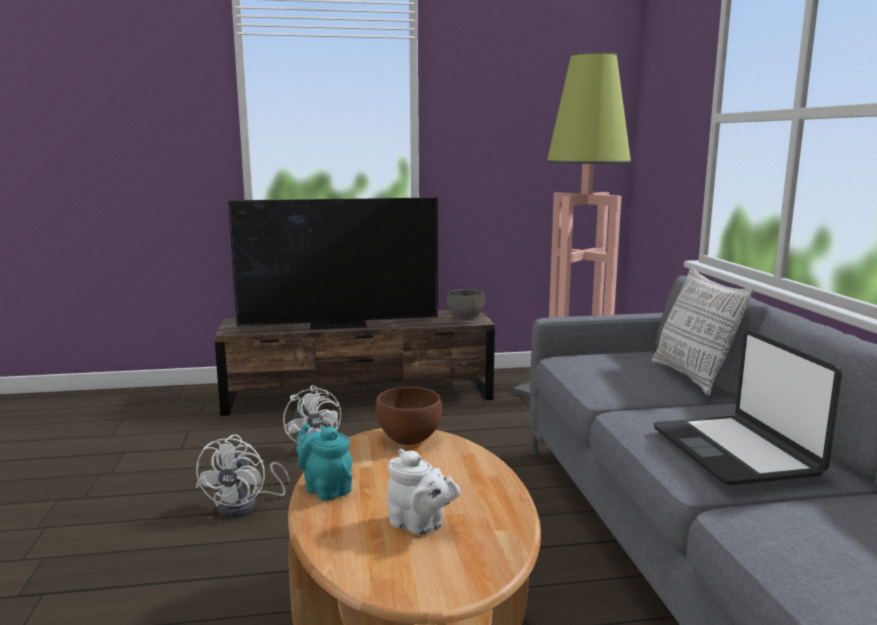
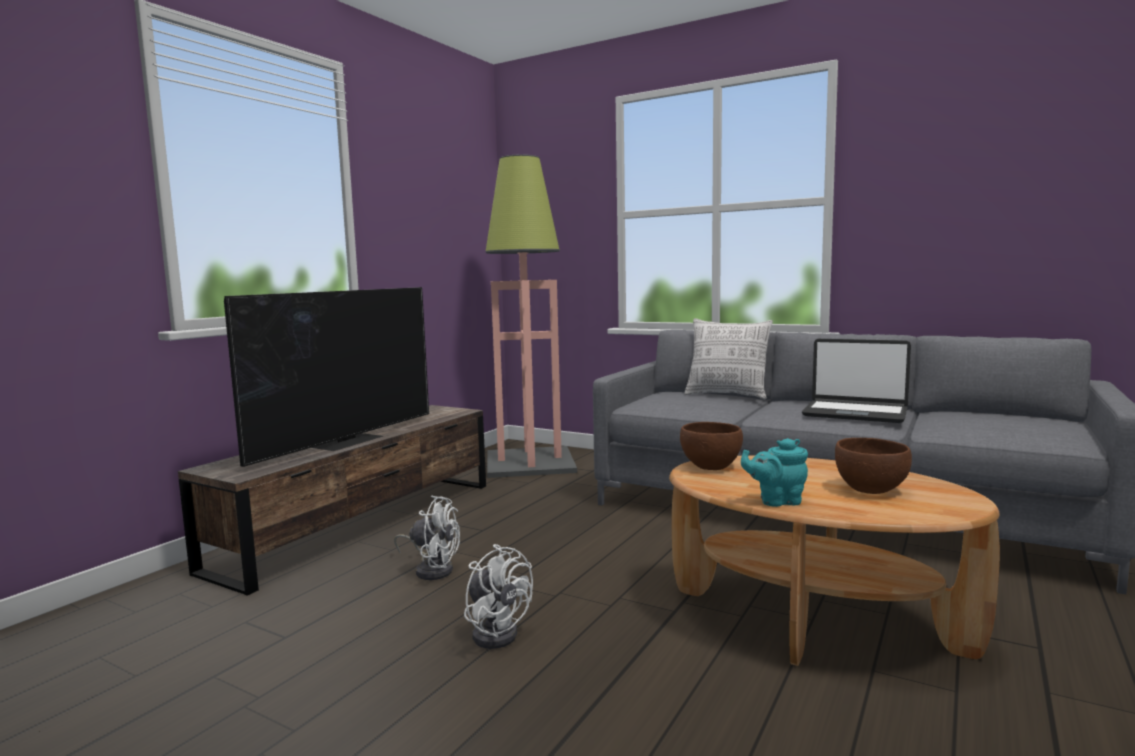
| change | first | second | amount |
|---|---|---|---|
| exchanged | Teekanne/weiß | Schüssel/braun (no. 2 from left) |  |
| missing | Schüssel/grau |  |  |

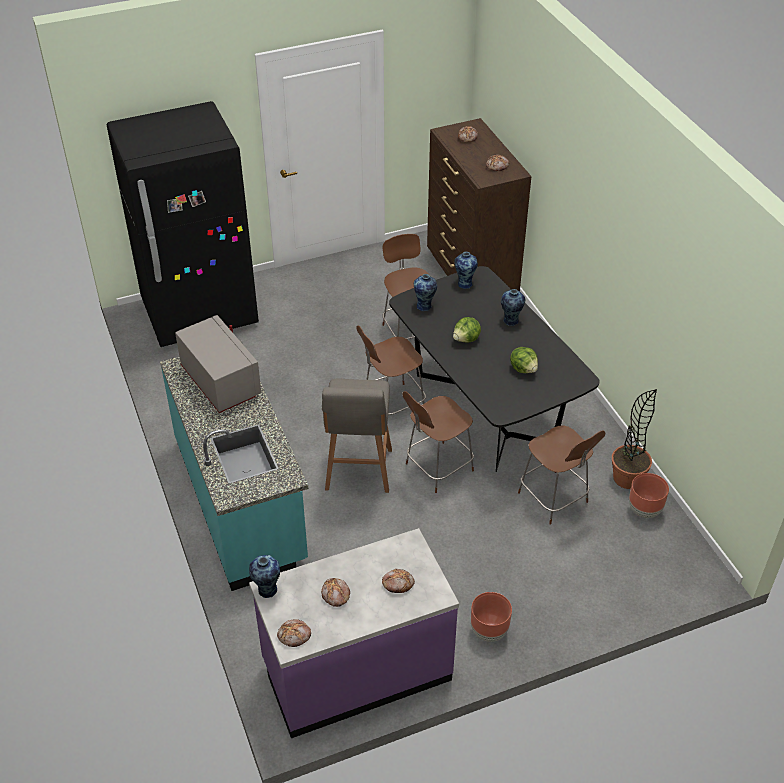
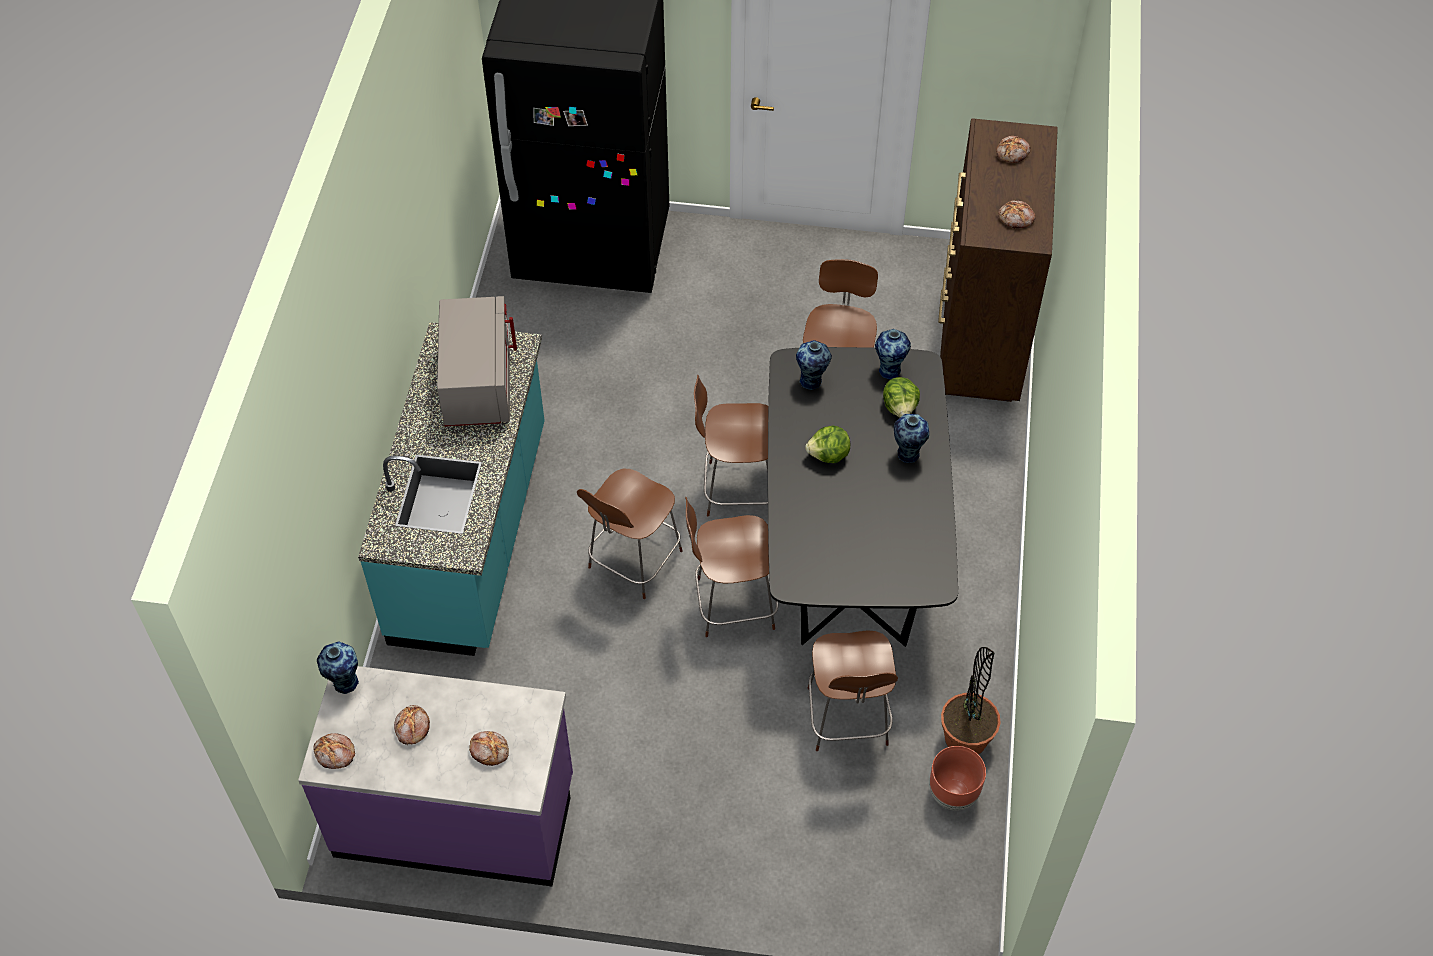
| change | first | second | amount |
|---|---|---|---|
| exchanged | Hocker/grau | Stuhl/braun (no. 1 from left) |  |
| relocated | Salatkopf (no. 2 from left) |  |  |
| missing | Pflanzkübel/braun (no. 1 from left) |  |  |

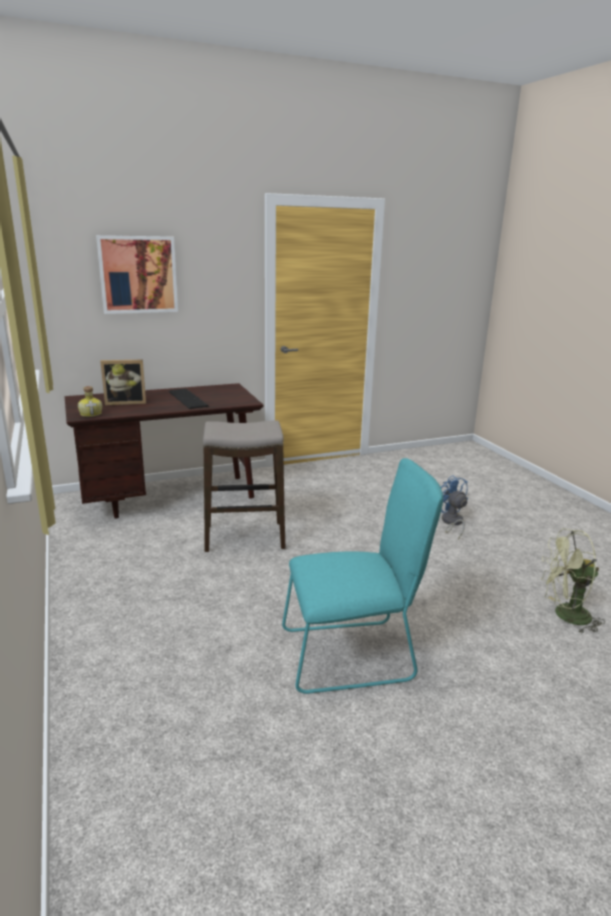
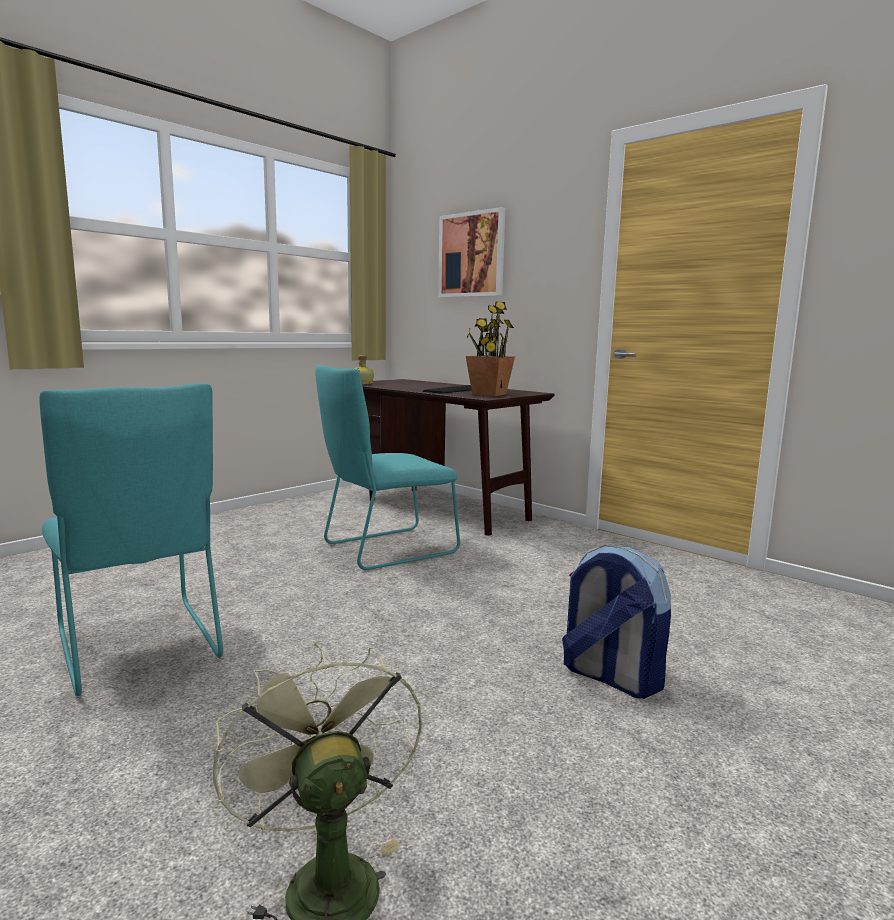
| change | first | second | amount |
|---|---|---|---|
| exchanged | Hocker | Stuhl/türkis (no. 2 from left) |  |
| appeared |  | Topfpflanze |  |
| exchanged | Ventilator/blau | Rucksack |  |
| missing | Bilderrahmen |  |  |

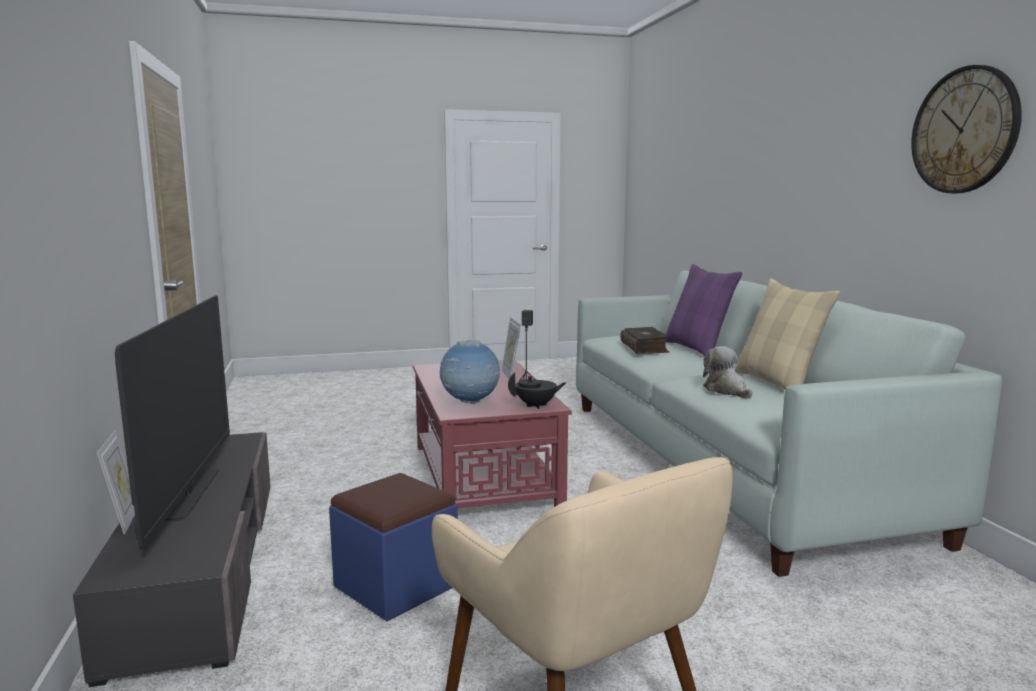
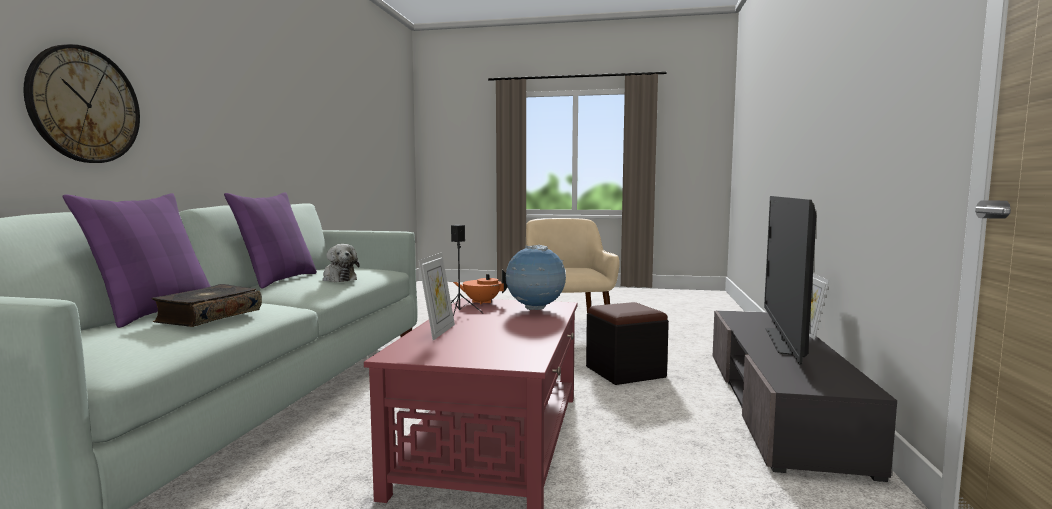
| change | first | second | amount |
|---|---|---|---|
| relocated | Wanduhr |  |  |
| colour | Kissen/beige | Kissen/lila (no. 2 from left) |  |
| spun | Plüschtier |  | 45 degrees counterclockwise |
| colour | Teekanne/schwarz | Teekanne/orange |  |
| colour | Polsterhocker/blau | Polsterhocker/schwarz |  |

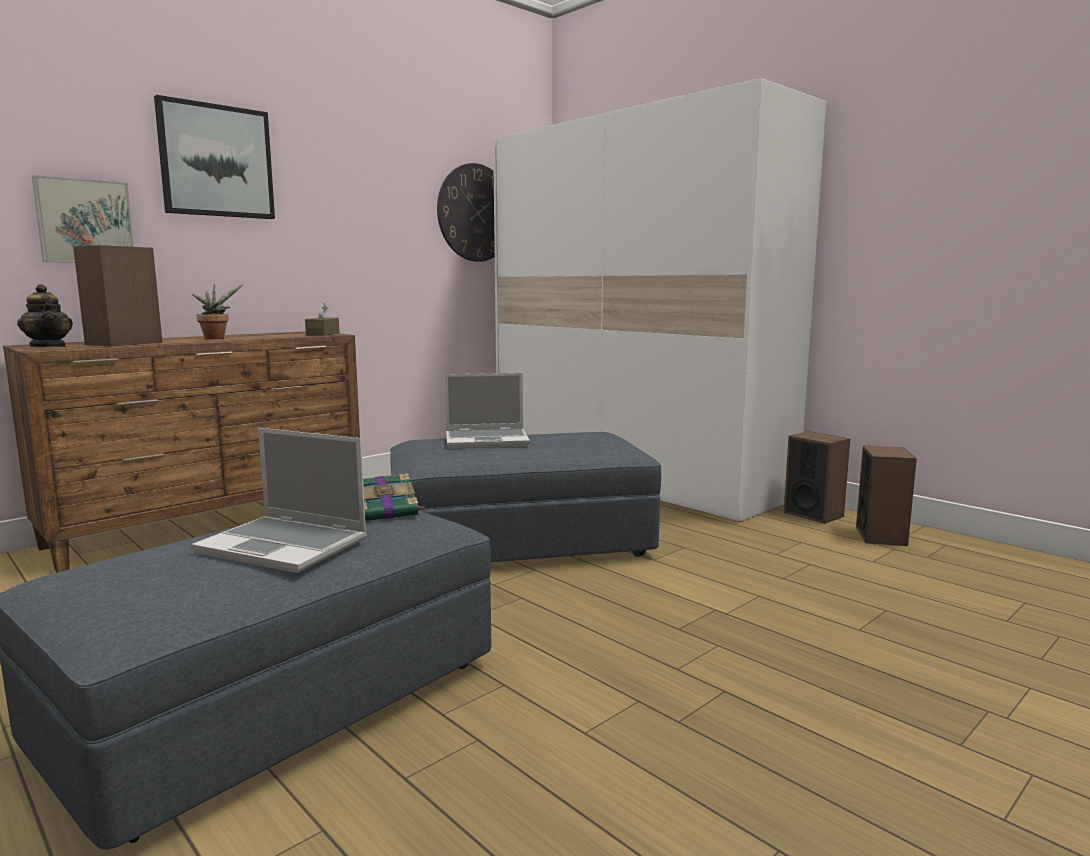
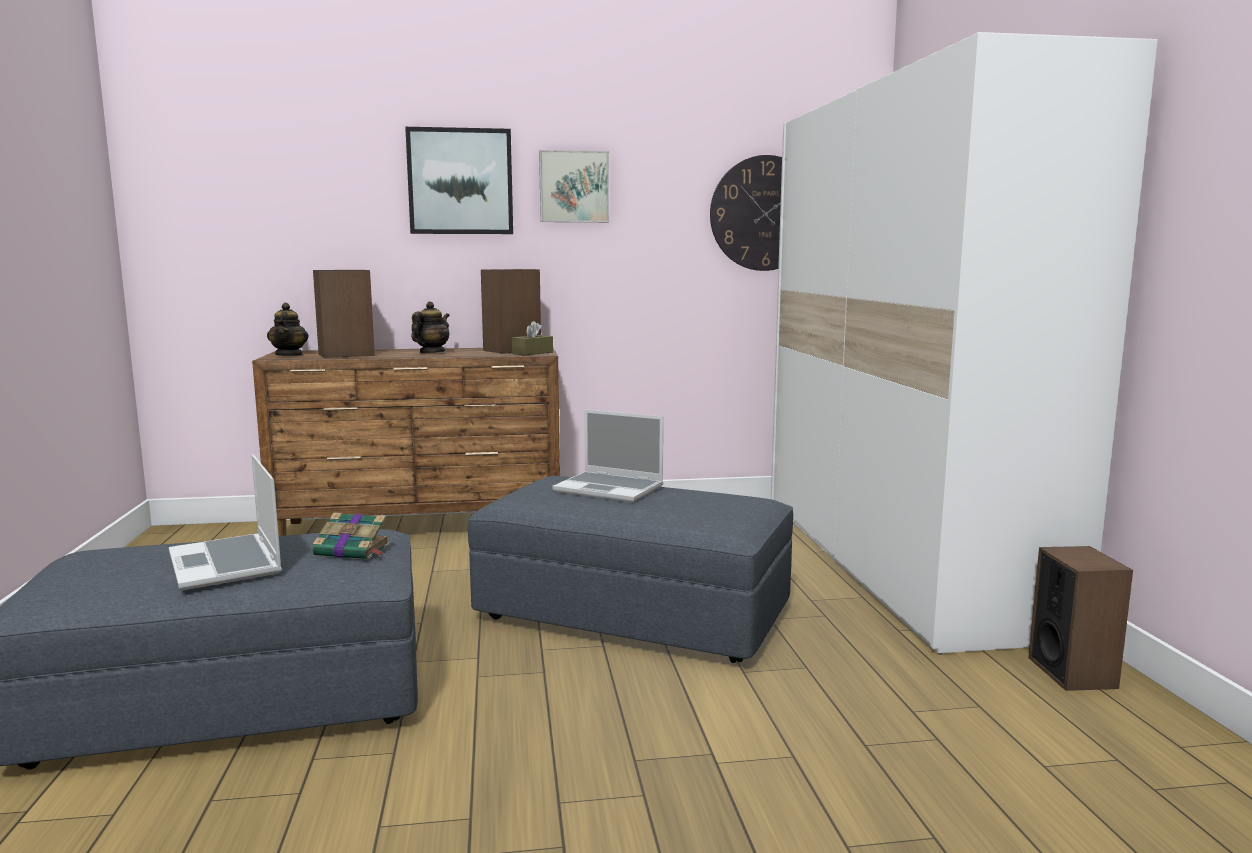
| change | first | second | amount |
|---|---|---|---|
| exchanged | Topfpflanze | Teekanne (no. 2 from left) |  |
| relocated | Lautsprecher (no. 3 from left in the first image) | Lautsprecher (no. 2 from left) |  |
| relocated | Bild (no. 1 from left in the first image) | Bild (no. 2 from left) |  |

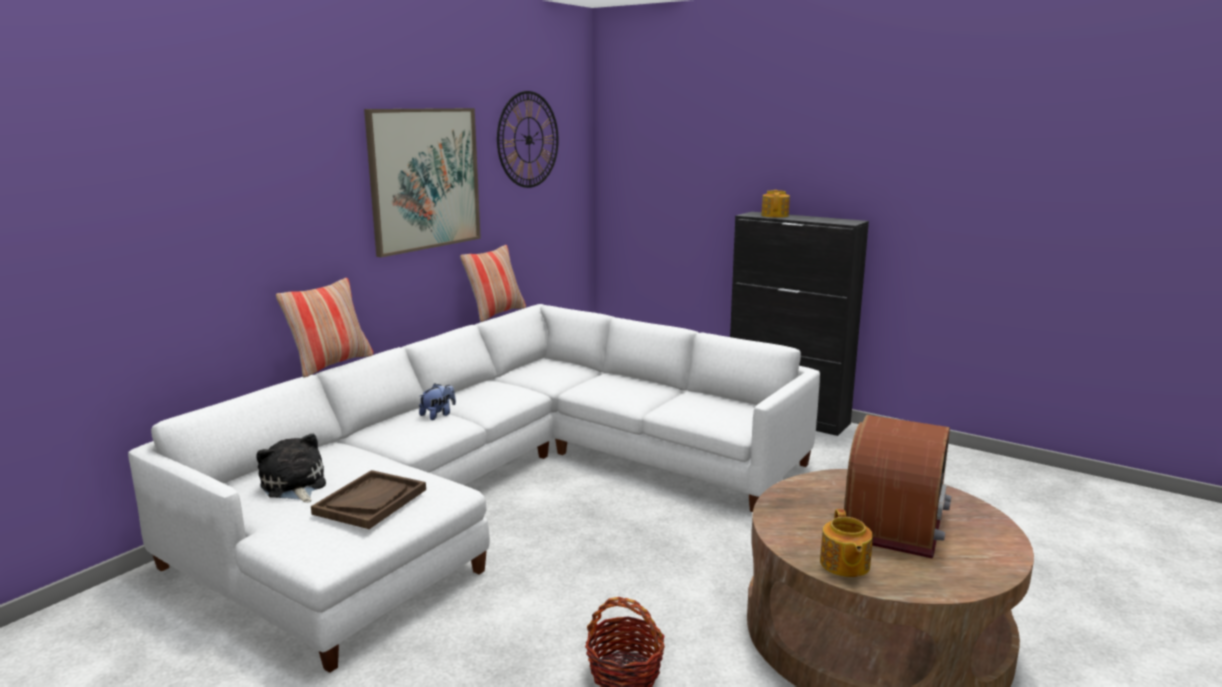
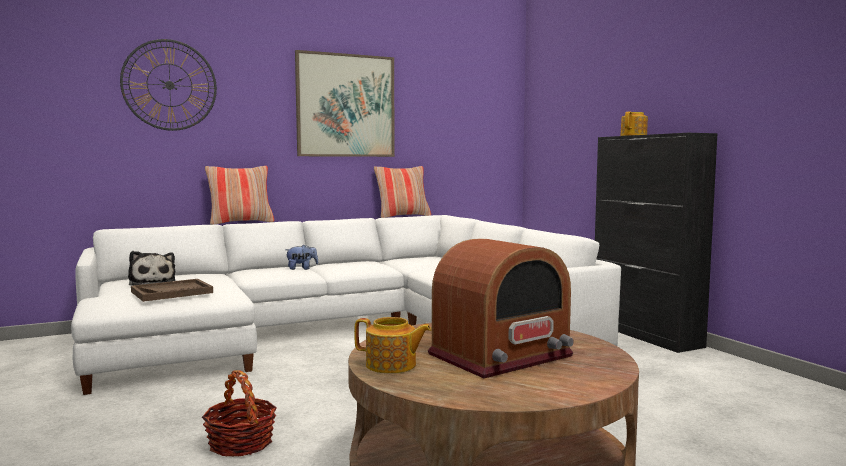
| change | first | second | amount |
|---|---|---|---|
| relocated | Wanduhr |  |  |
| spun | Plüschtier (no. 1 from left) |  | 150 degrees clockwise |
| spun | Teekanne (no. 2 from left in the first image) | Teekanne (no. 1 from left) | 105 degrees counterclockwise |

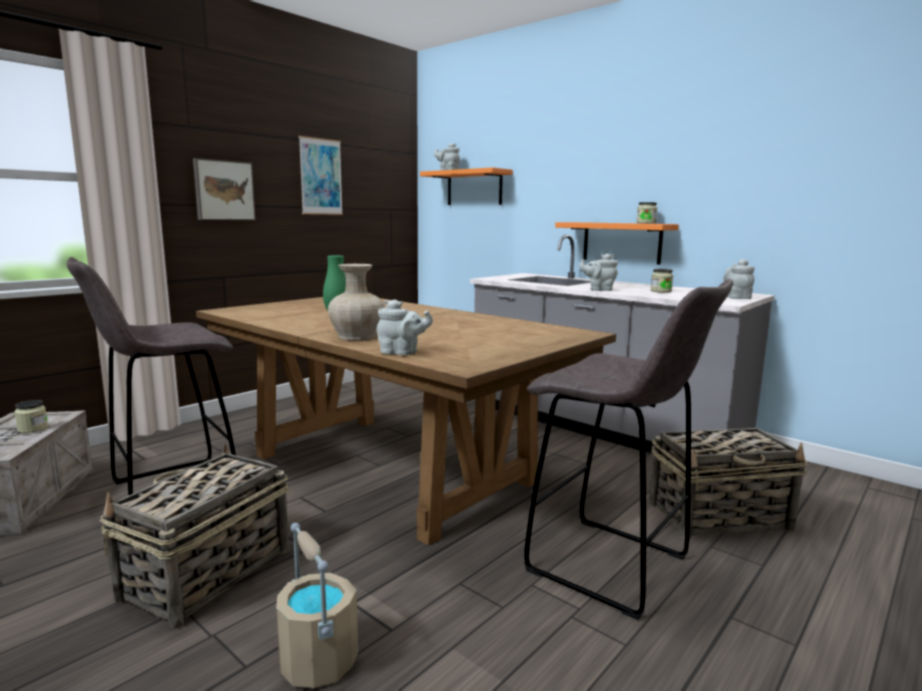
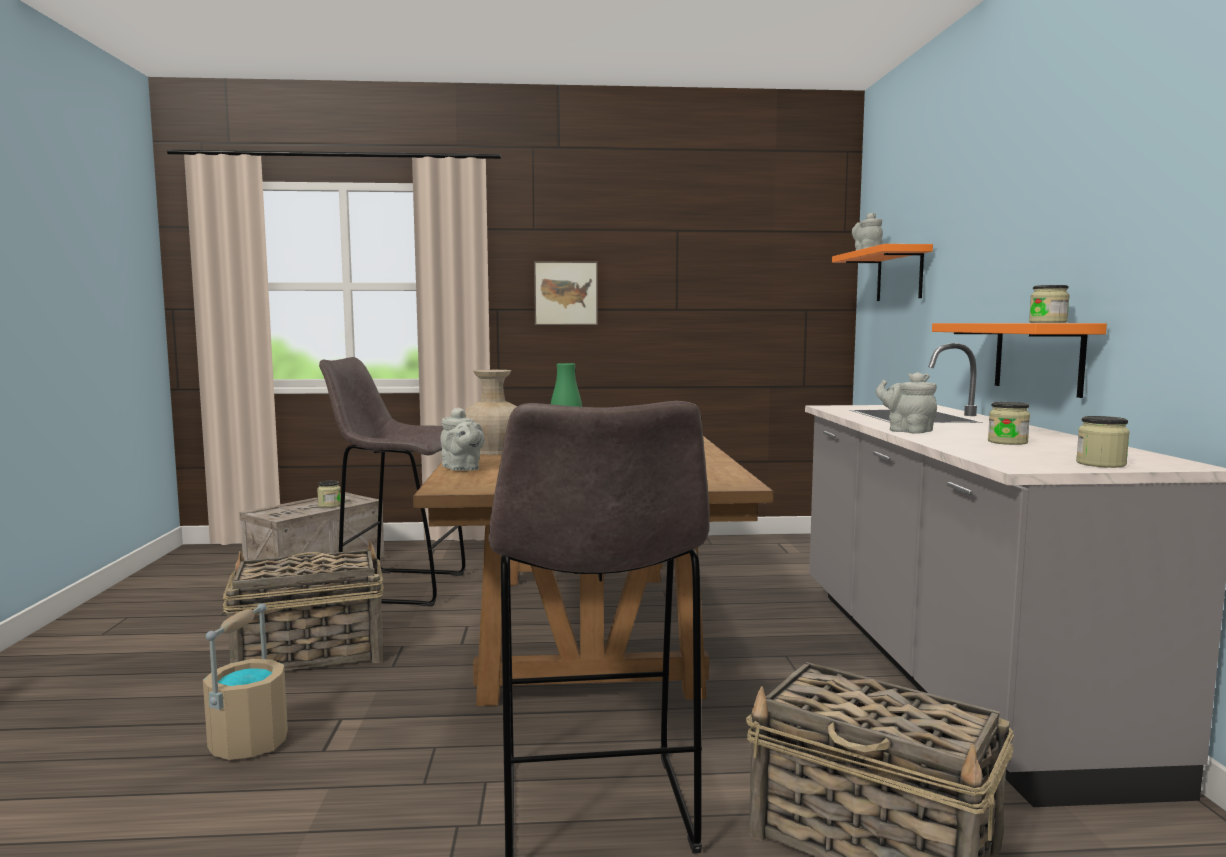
| change | first | second | amount |
|---|---|---|---|
| exchanged | Teekanne/grau (no. 4 from left) | Vorratsglas (no. 4 from left) |  |
| missing | Bild (no. 2 from left) |  |  |

